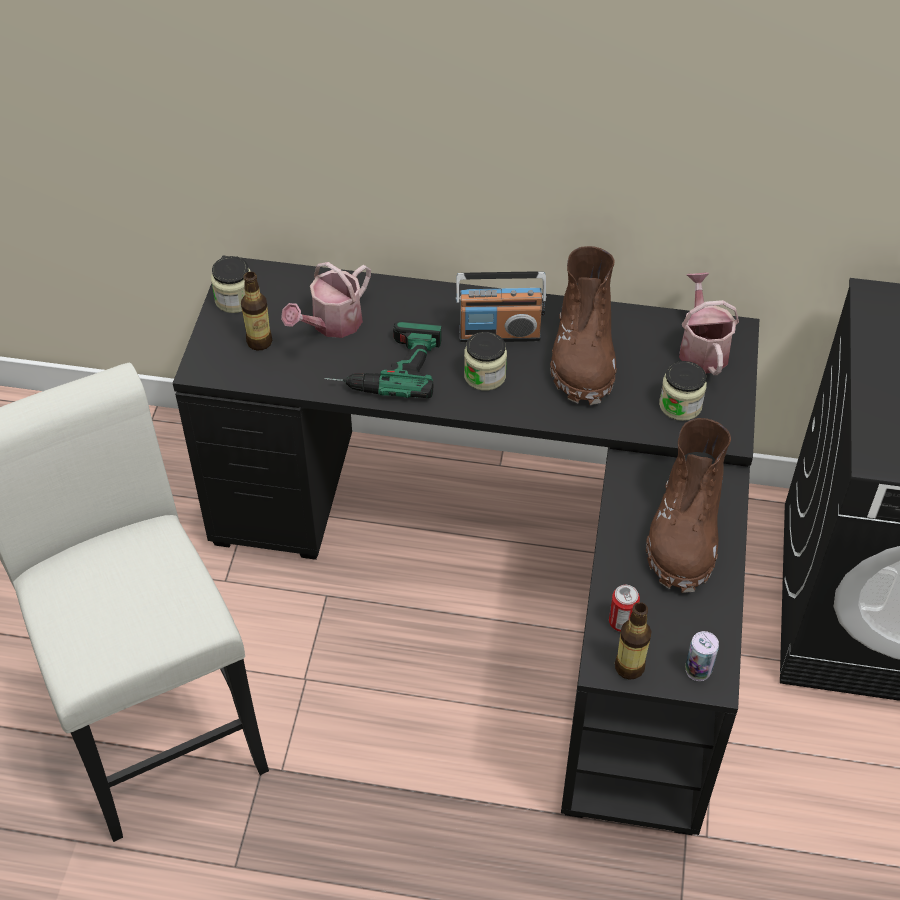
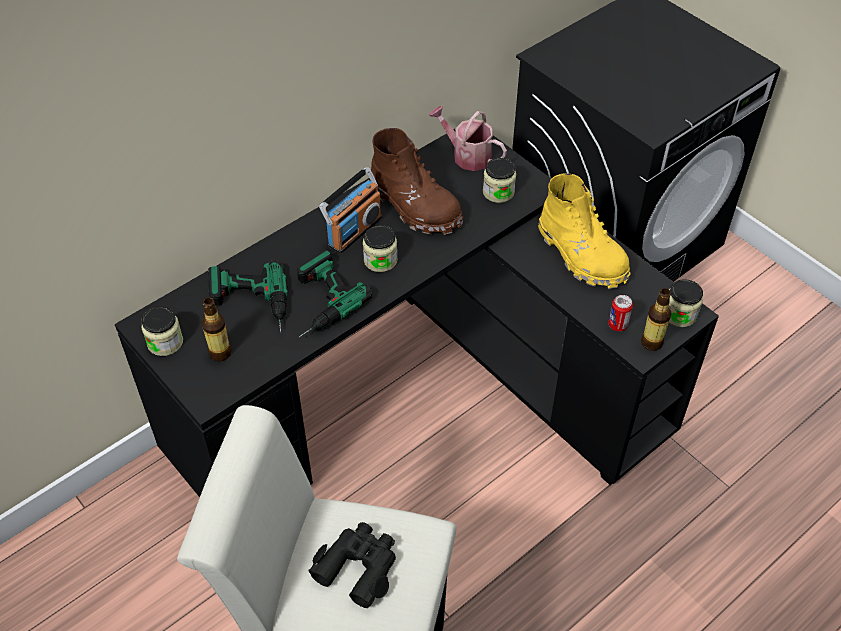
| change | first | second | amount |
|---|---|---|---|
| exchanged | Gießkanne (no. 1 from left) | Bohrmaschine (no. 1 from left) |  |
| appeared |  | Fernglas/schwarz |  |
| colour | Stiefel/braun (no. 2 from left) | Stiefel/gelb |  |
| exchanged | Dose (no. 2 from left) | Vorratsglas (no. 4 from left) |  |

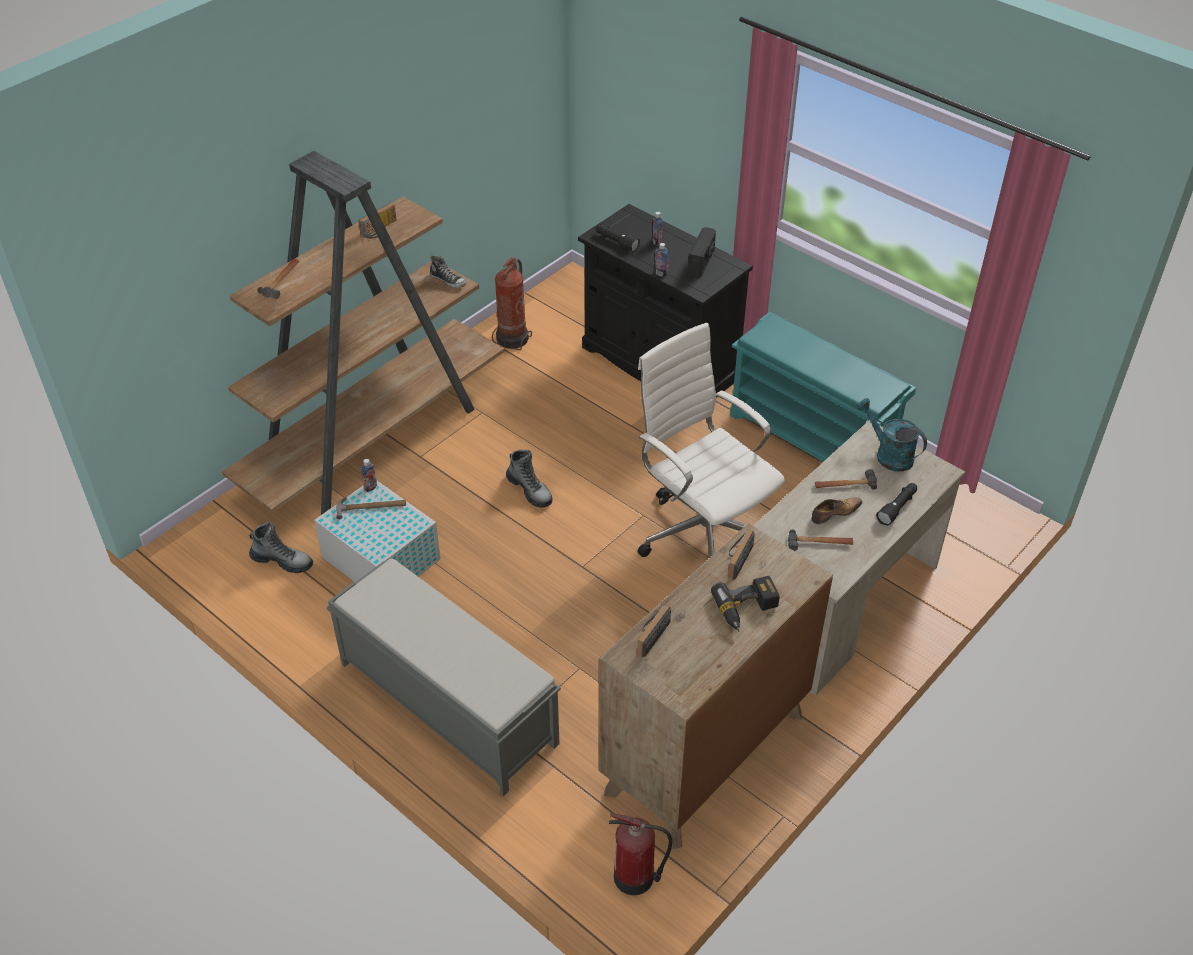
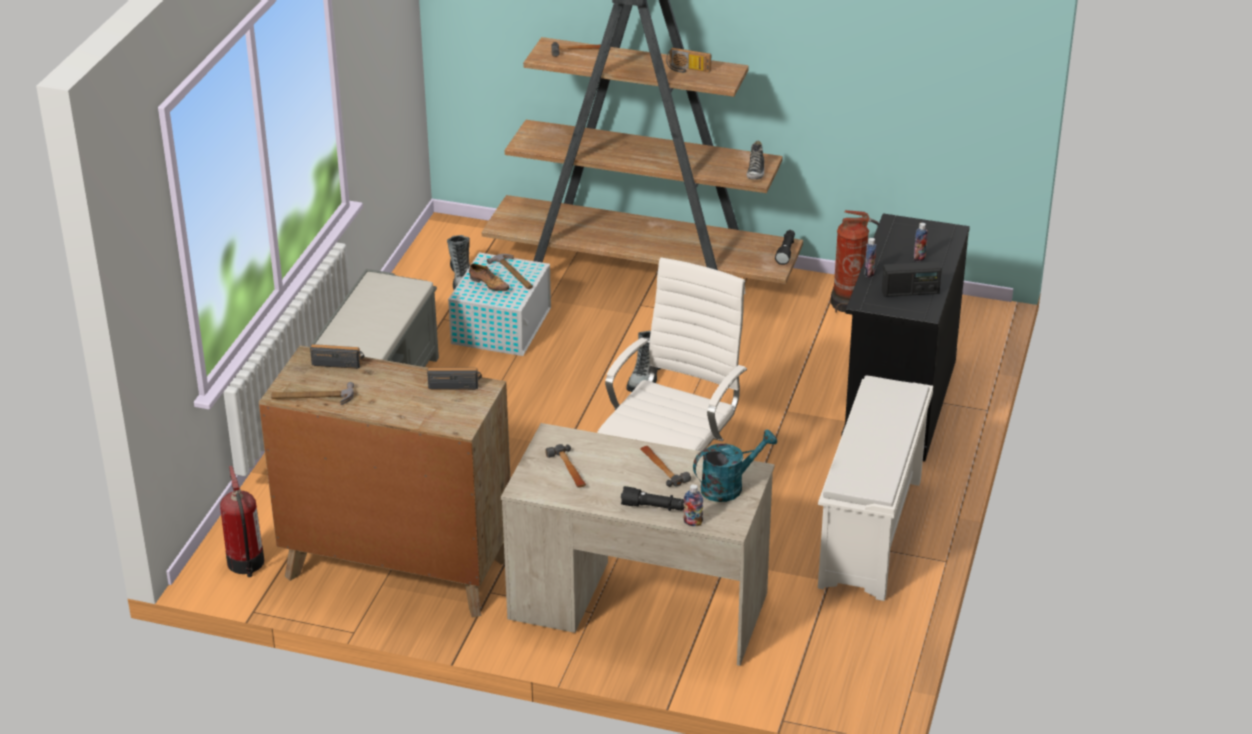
| change | first | second | amount |
|---|---|---|---|
| appeared |  | Hammer (no. 1 from left) |  |
| relocated | Schuh (no. 2 from left in the first image) | Schuh (no. 1 from left) |  |
| relocated | Flasche (no. 1 from left) |  |  |
| spun | Gießkanne/türkis |  | 45 degrees clockwise |
| relocated | Taschenlampe/schwarz (no. 1 from left in the first image) | Taschenlampe/schwarz (no. 2 from left) |  |
| colour | Schuhregal/türkis | Schuhregal/weiß |  |
| missing | Bohrmaschine |  |  |

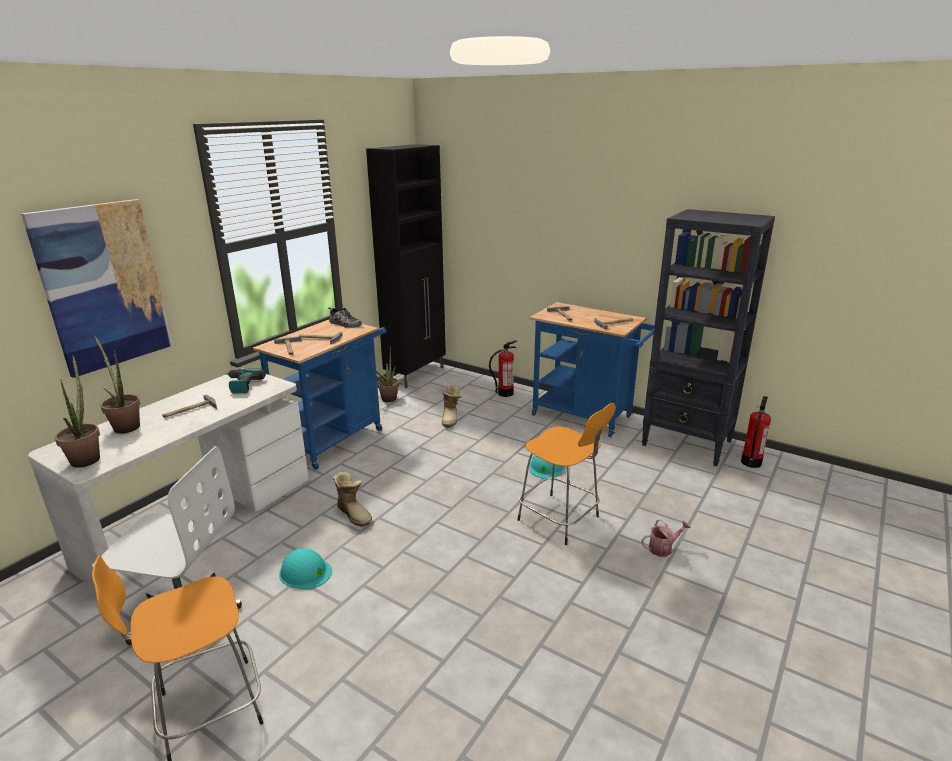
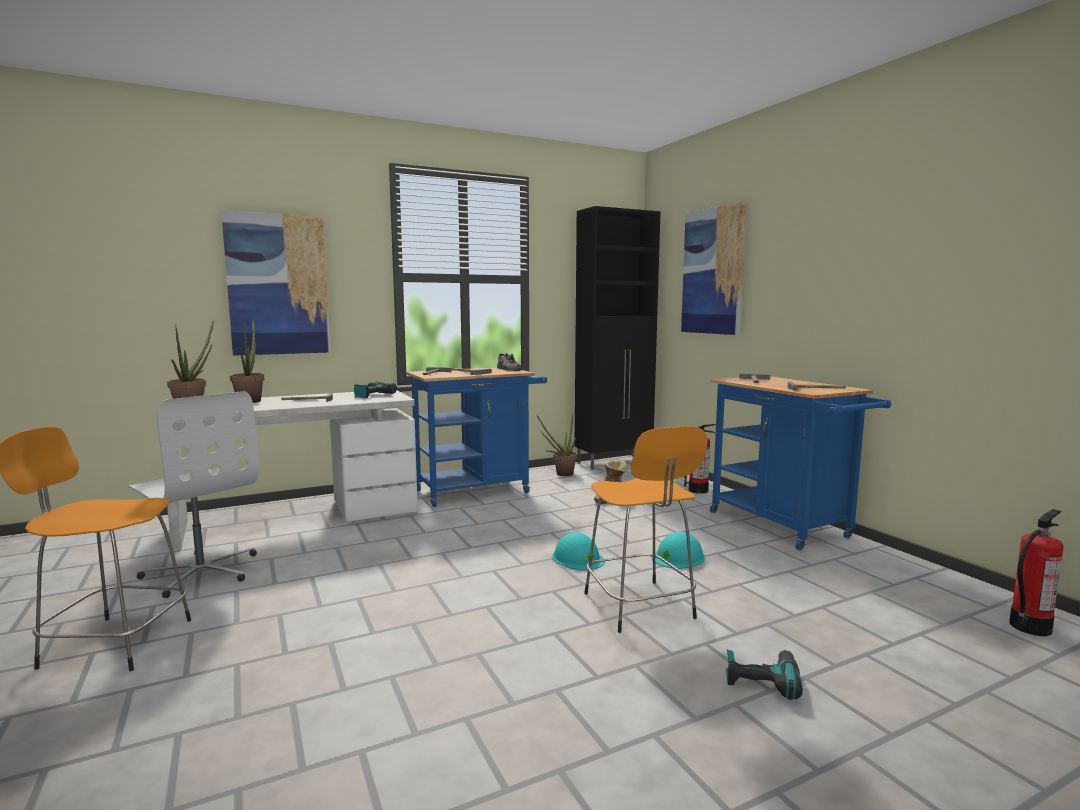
| change | first | second | amount |
|---|---|---|---|
| relocated | Schutzhelm/türkis (no. 1 from left) |  |  |
| appeared |  | Bild (no. 2 from left) |  |
| exchanged | Gießkanne | Bohrmaschine (no. 2 from left) |  |
| missing | Stiefel (no. 1 from left) |  |  |
| missing | Bücherregal/schwarz |  |  |

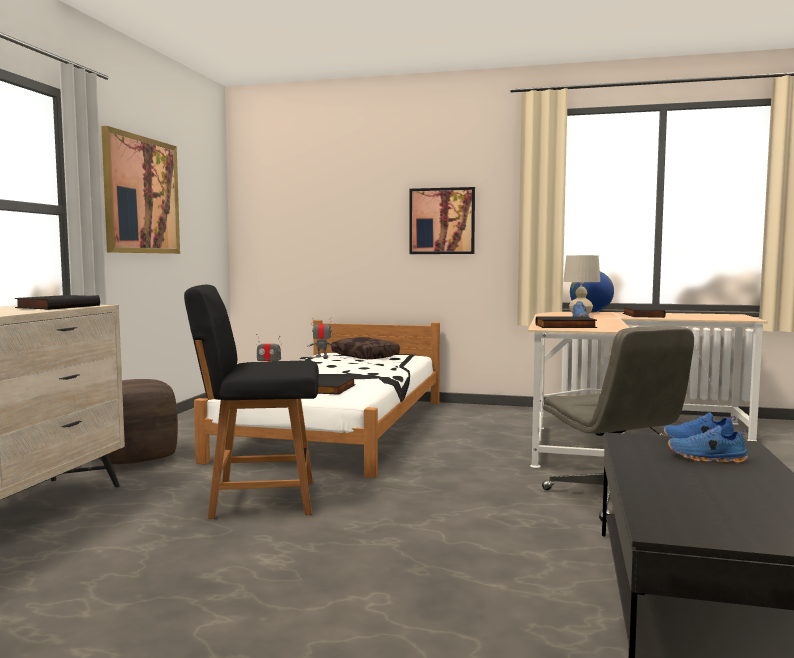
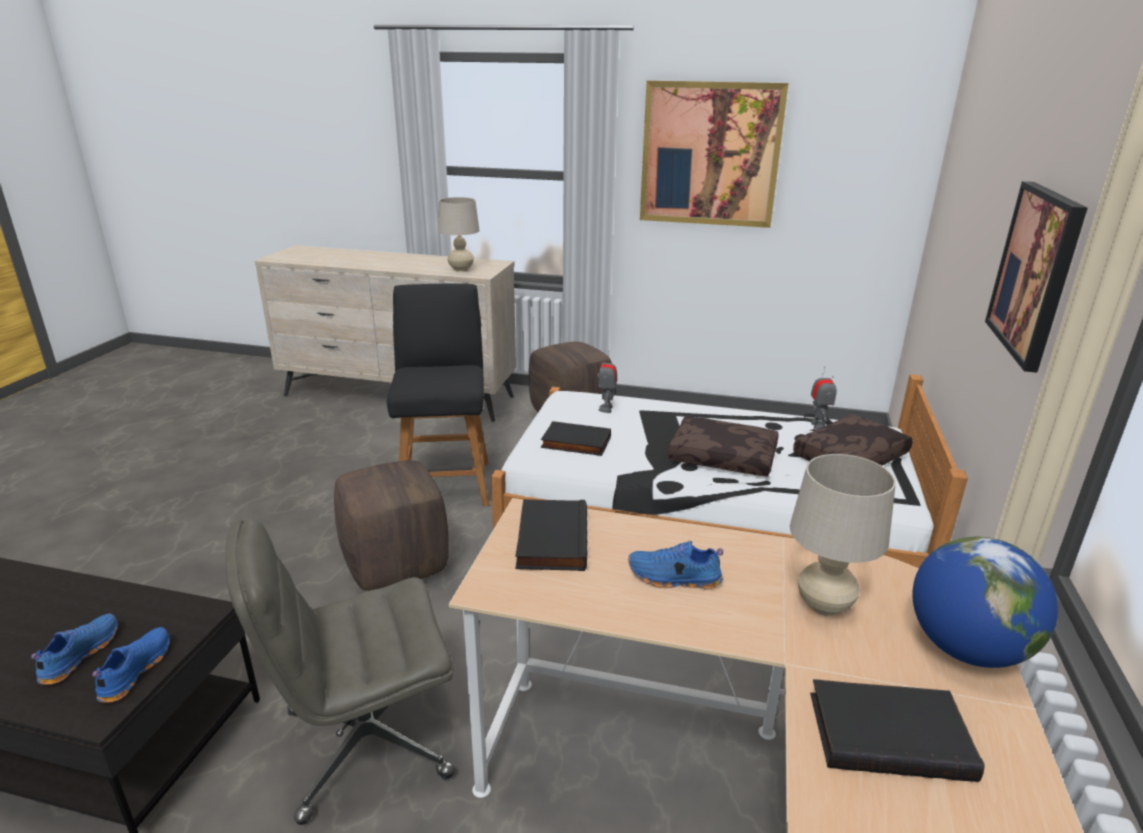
| change | first | second | amount |
|---|---|---|---|
| appeared |  | Polsterhocker/braun (no. 1 from left) |  |
| exchanged | Buch/schwarz (no. 1 from left) | Tischlampe/beige (no. 1 from left) |  |
| appeared |  | Kissen/braun (no. 1 from left) |  |

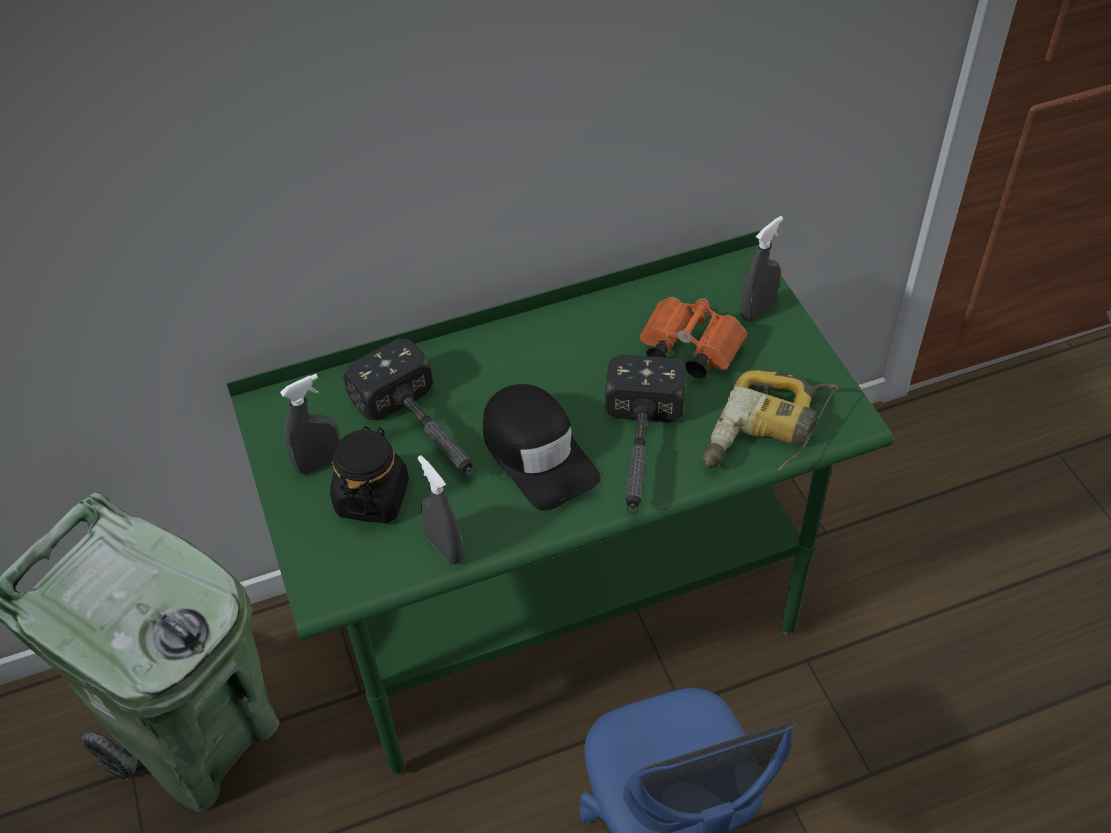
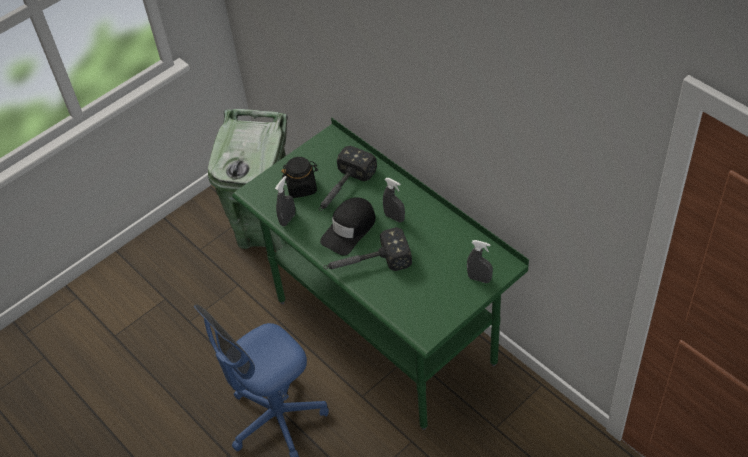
| change | first | second | amount |
|---|---|---|---|
| relocated | Sprühflasche/grau (no. 1 from left in the first image) | Sprühflasche/grau (no. 2 from left) |  |
| missing | Fernglas/orange |  |  |
| missing | Bohrmaschine |  |  |

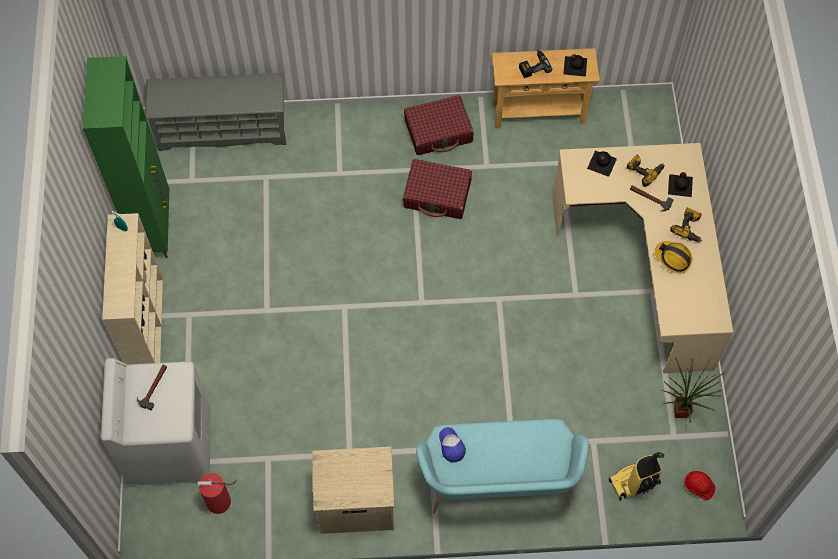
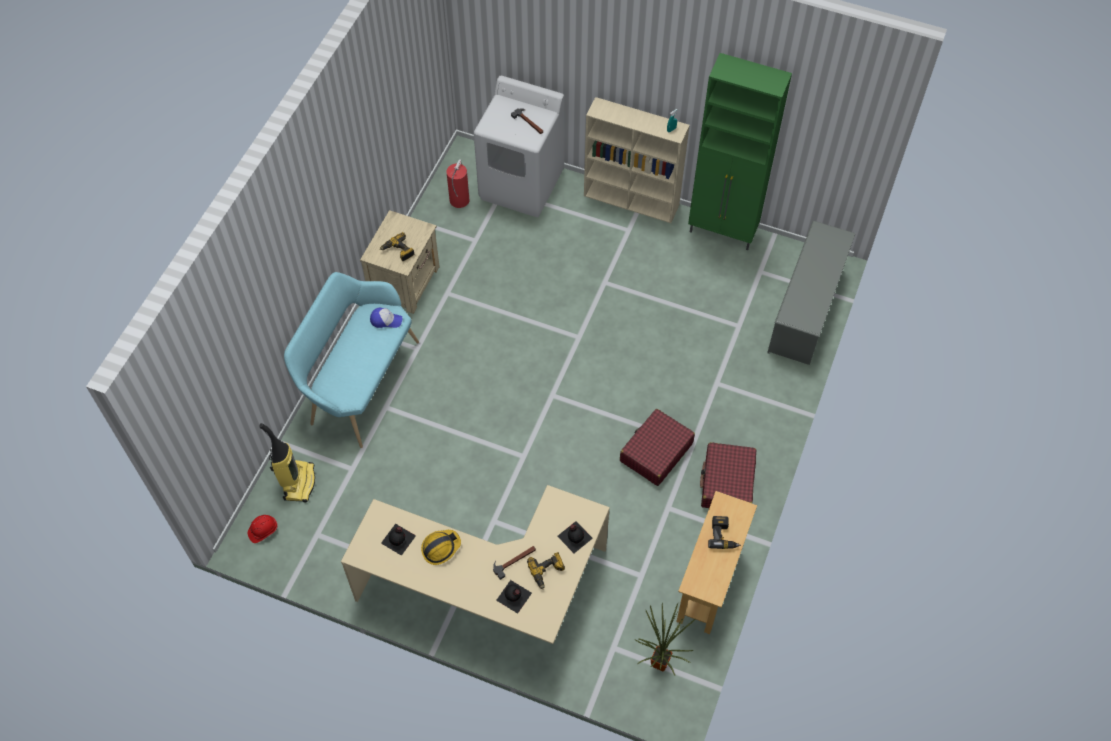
| change | first | second | amount |
|---|---|---|---|
| relocated | Bohrmaschine (no. 3 from left in the first image) | Bohrmaschine (no. 1 from left) |  |
| relocated | Flasche/schwarz (no. 1 from left) |  |  |
| relocated | Topfpflanze |  |  |

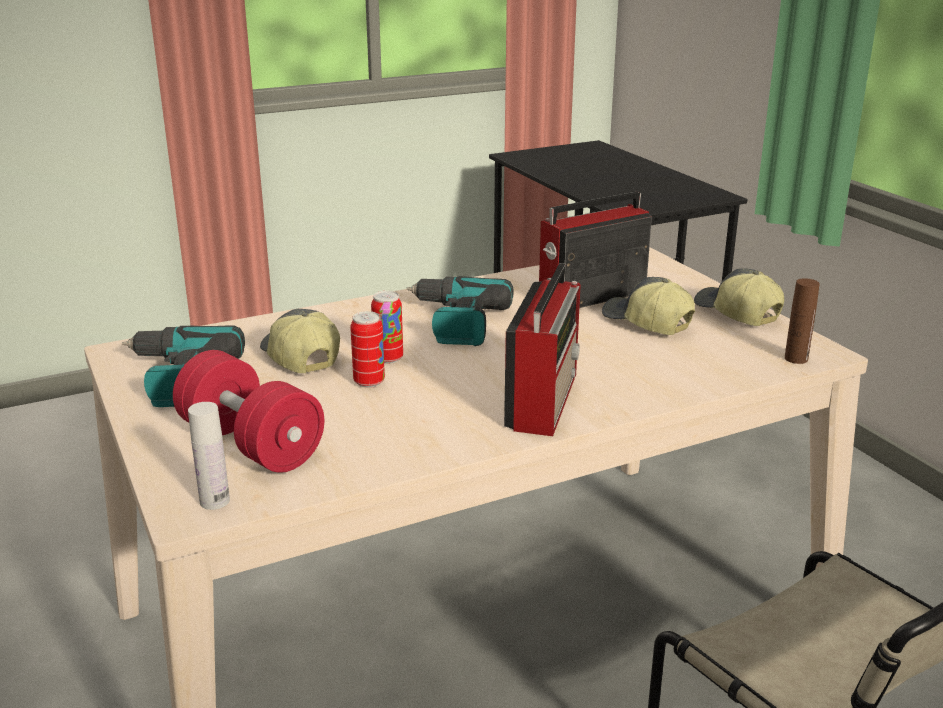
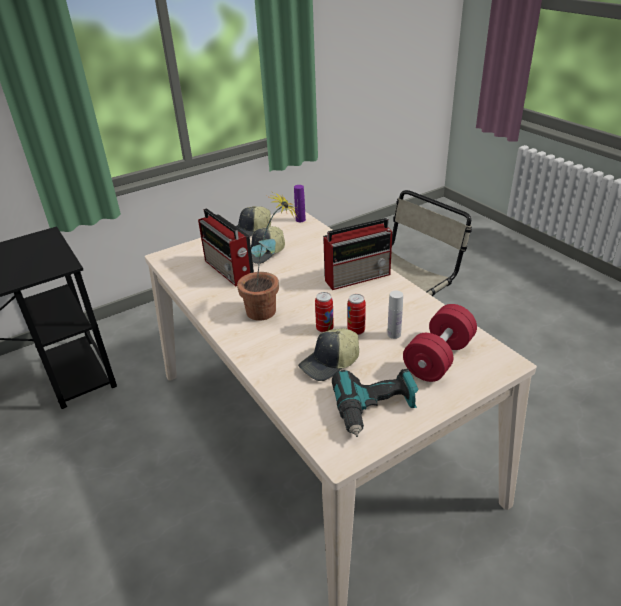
| change | first | second | amount |
|---|---|---|---|
| exchanged | Bohrmaschine (no. 2 from left) | Topfpflanze |  |
| colour | Flasche/braun | Flasche/lila |  |
| spun | Radio (no. 1 from left in the first image) | Radio (no. 2 from left) | 150 degrees clockwise |
| relocated | Flasche/weiß |  |  |

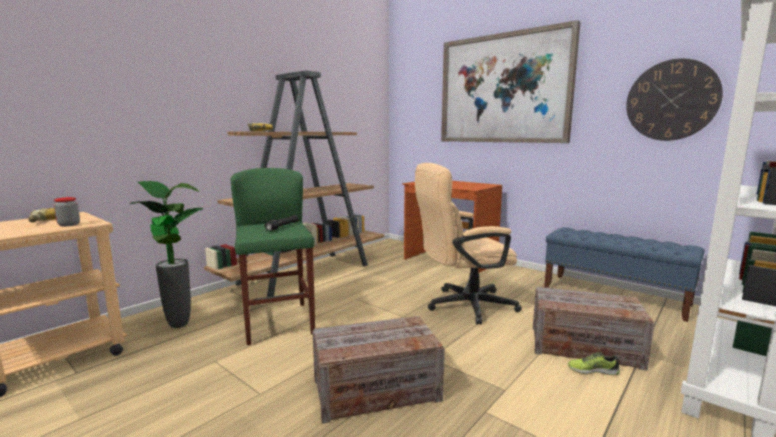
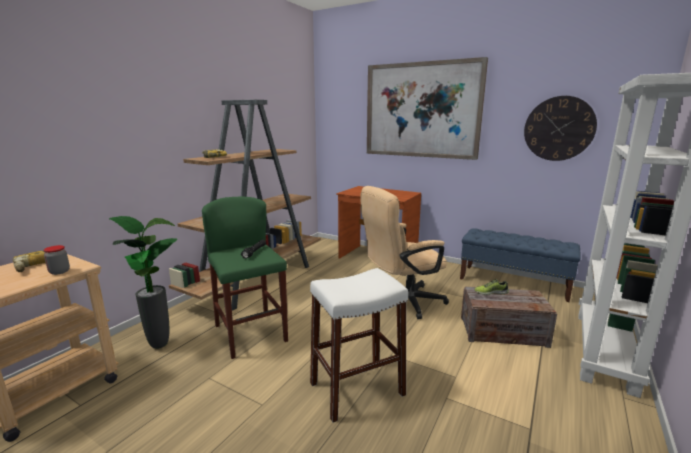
| change | first | second | amount |
|---|---|---|---|
| exchanged | Kiste (no. 1 from left) | Hocker/weiß |  |
| relocated | Schuh |  |  |

